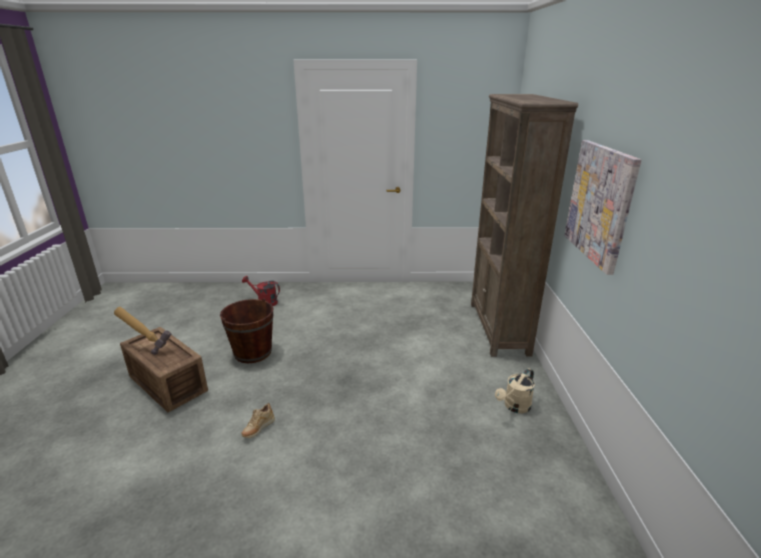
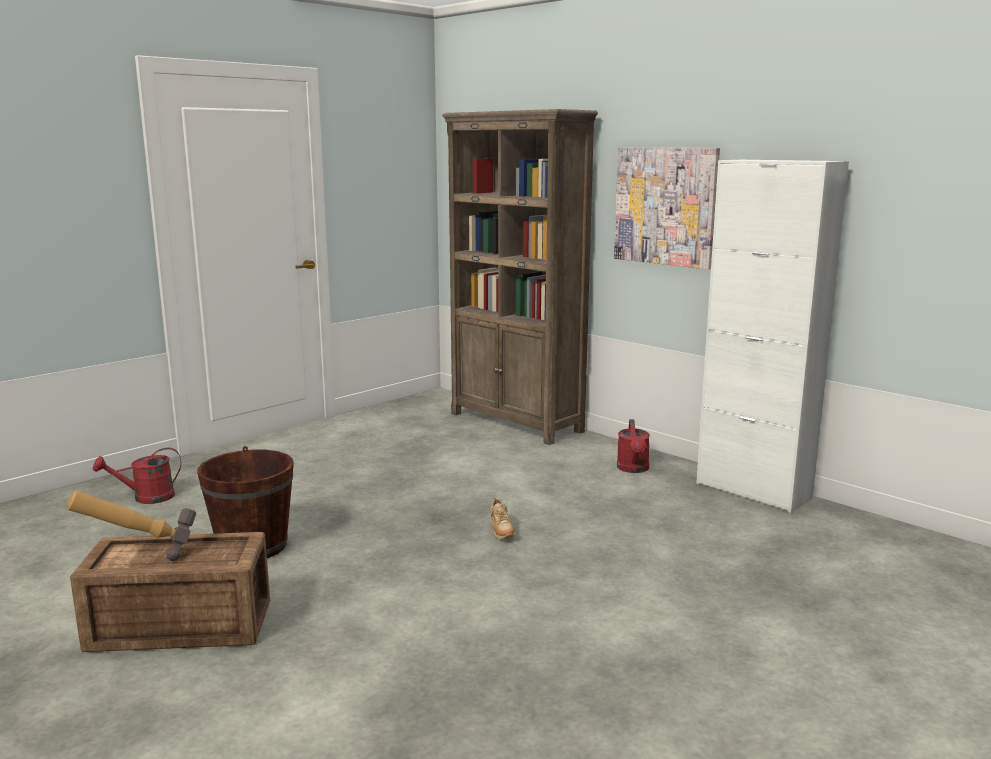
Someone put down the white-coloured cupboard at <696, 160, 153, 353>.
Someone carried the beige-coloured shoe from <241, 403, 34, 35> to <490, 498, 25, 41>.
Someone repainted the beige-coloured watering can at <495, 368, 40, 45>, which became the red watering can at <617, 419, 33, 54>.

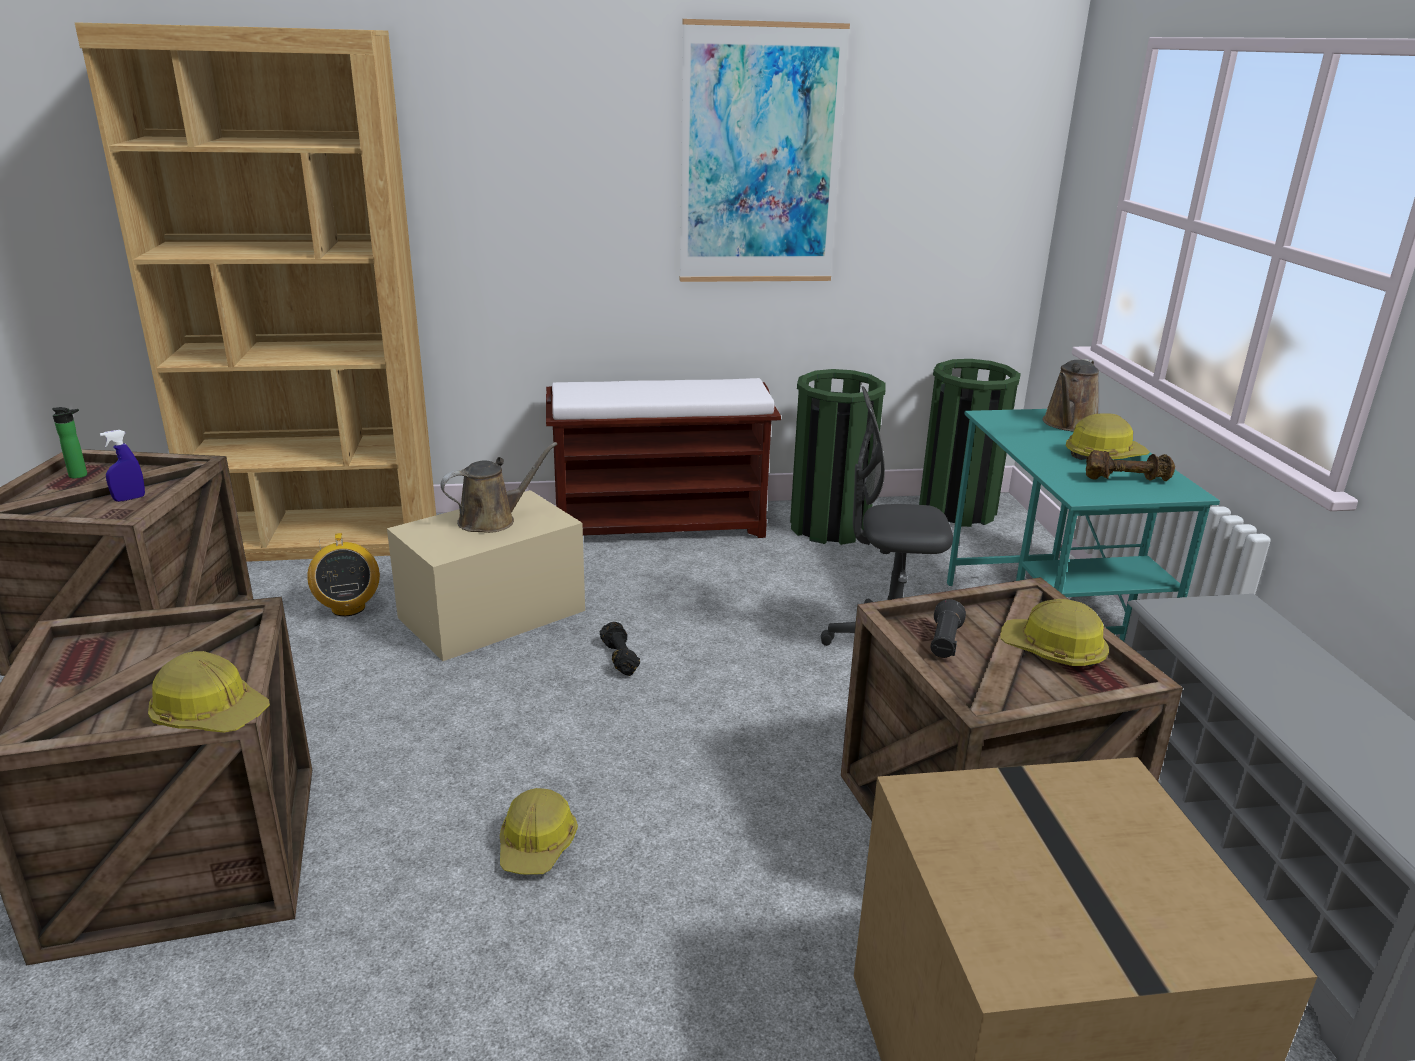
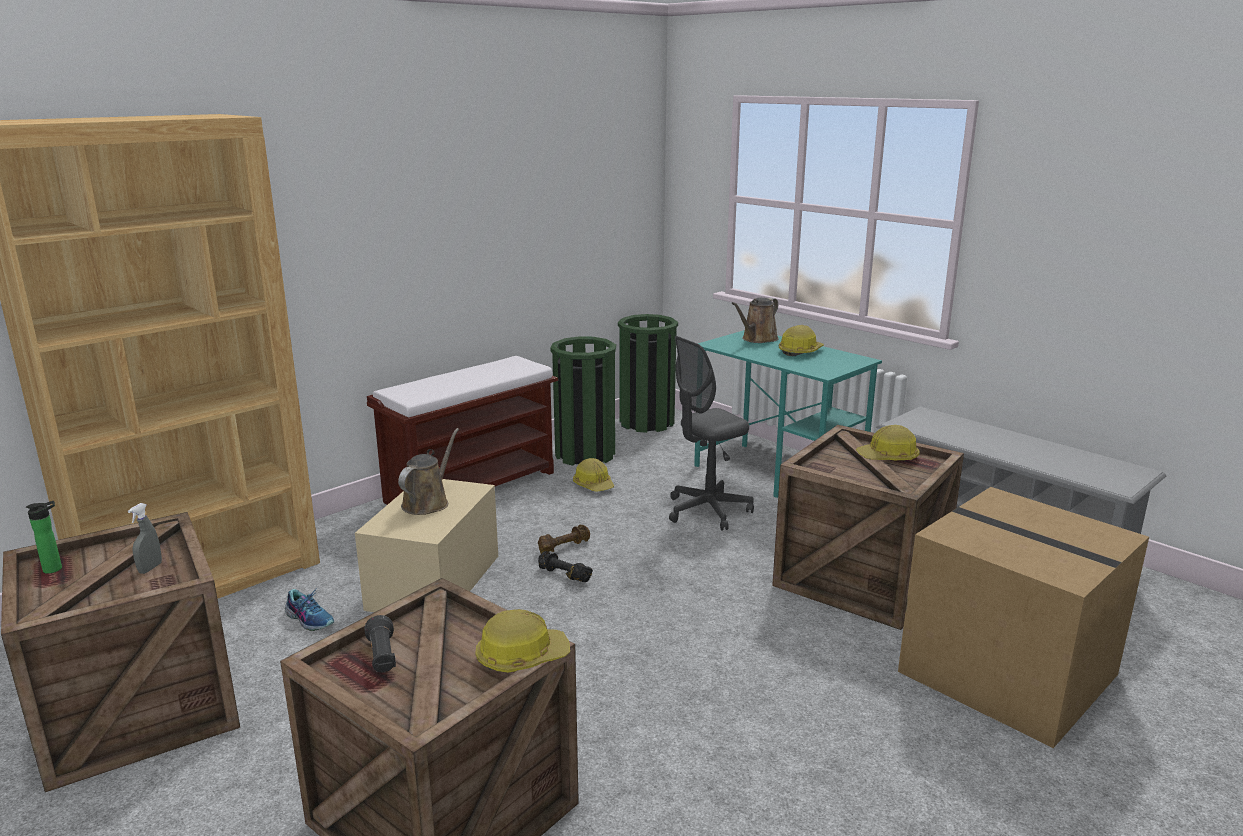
Someone took away the wall picture at <680, 19, 170, 263>.
Someone carried the work helmet from <500, 788, 78, 87> to <573, 458, 41, 34>.
Someone carried the black torch from <930, 599, 36, 59> to <365, 615, 31, 58>.
Someone carried the brown-coloured free weight from <1086, 450, 89, 31> to <538, 525, 52, 28>.
Someone swapped the radio set at <307, 533, 73, 83> for the shoe at <285, 588, 49, 43>.
Someone repainted the blue-coloured sprayer at <100, 430, 45, 72>, which became the gray sprayer at <128, 503, 34, 71>.
Someone rotated the brown-coloured watering can at <1042, 359, 57, 73> by 45 degrees clockwise.

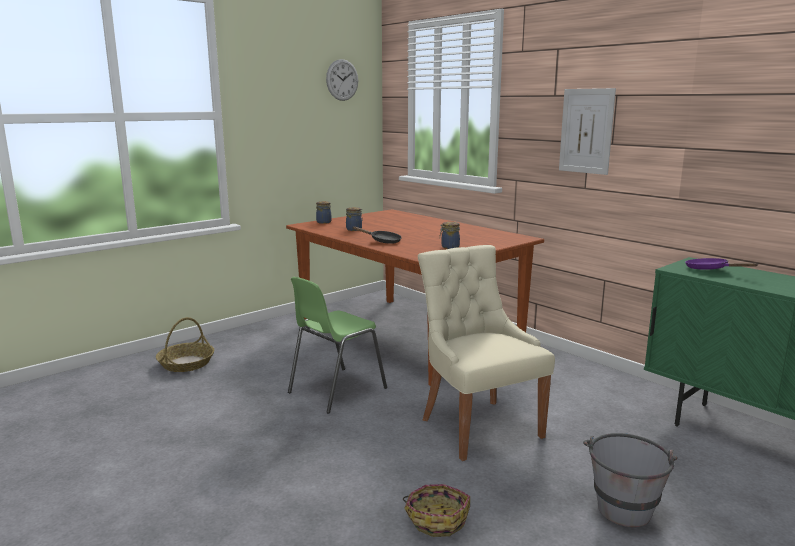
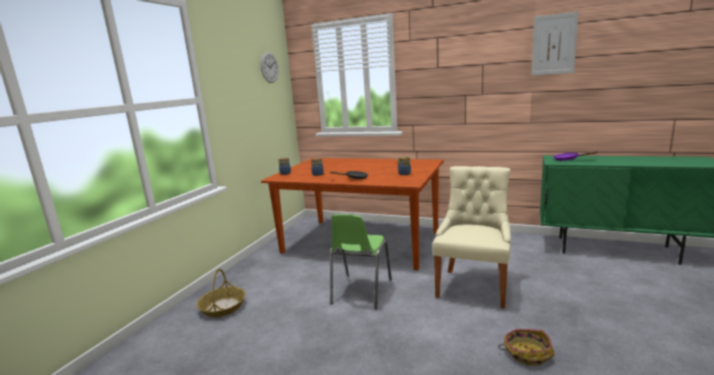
Someone took away the gray water bucket at <583, 433, 95, 94>.
Someone carried the wall picture from <559, 88, 57, 87> to <531, 11, 48, 65>.
Someone rotated the beige-coloured chair at <418, 245, 137, 216> by 75 degrees clockwise.

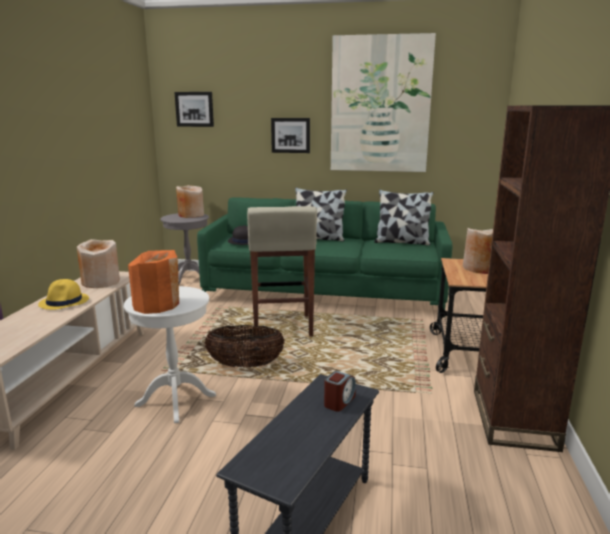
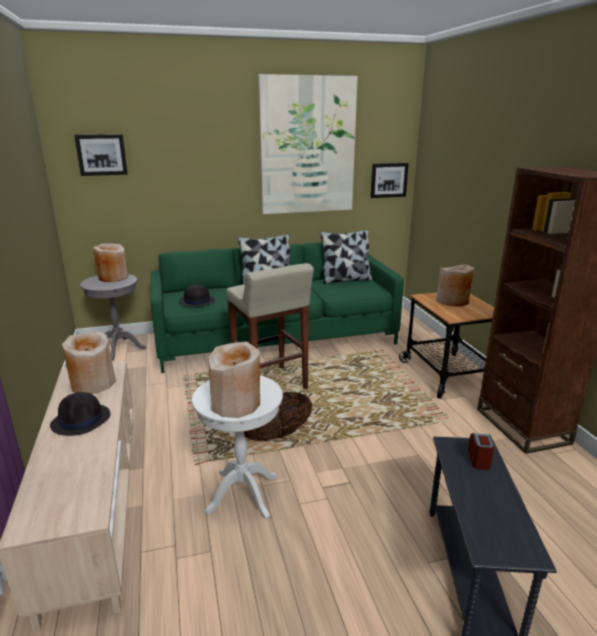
Someone carried the wall picture from <271, 118, 39, 35> to <370, 163, 39, 35>.
Someone repainted the yellow clothing hat at <38, 279, 51, 31>, which became the black clothing hat at <50, 392, 60, 44>.
Someone repainted the orangey vase at <128, 250, 51, 64>, which became the beige-coloured vase at <208, 342, 52, 76>.

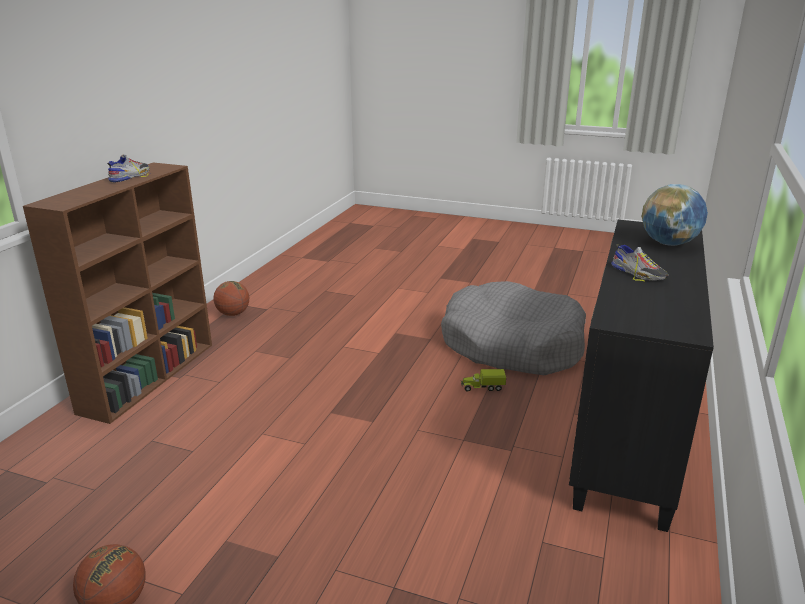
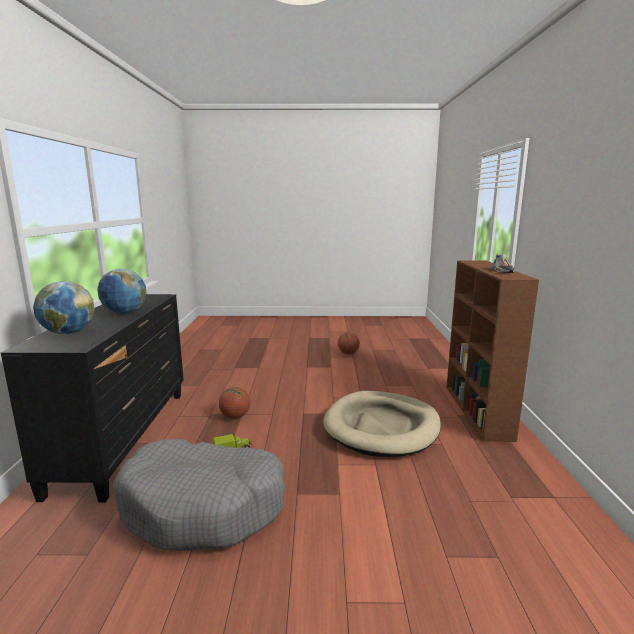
Someone put down the beige-coloured pet bed at <323, 391, 118, 66>.
Someone carried the ball for basketball from <213, 281, 36, 35> to <219, 387, 31, 32>.
Someone swapped the shoe at <611, 244, 58, 38> for the desk globe at <97, 269, 50, 45>.

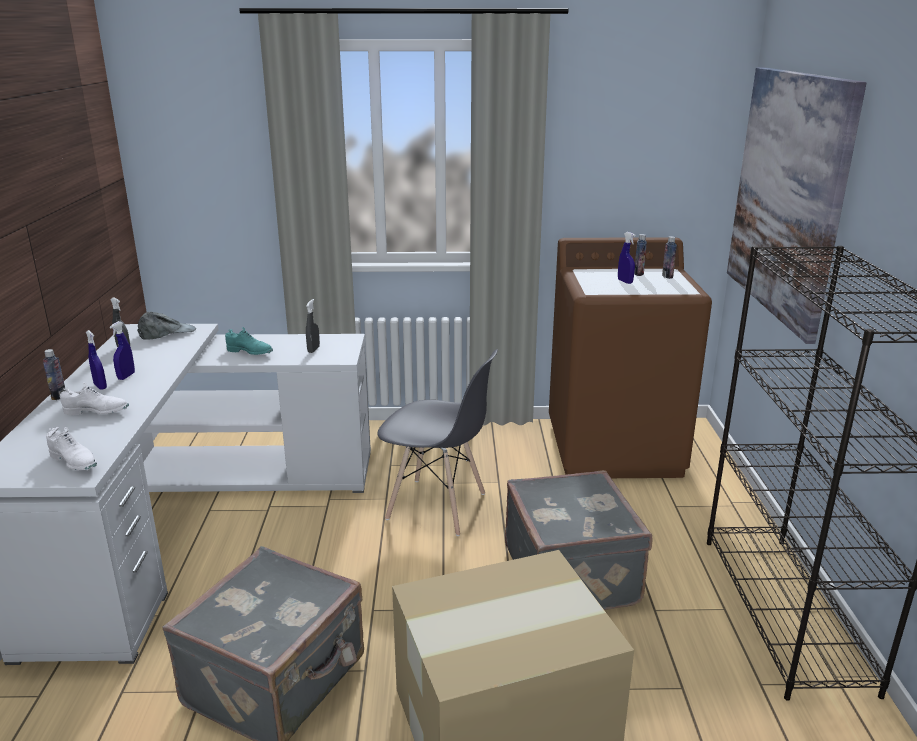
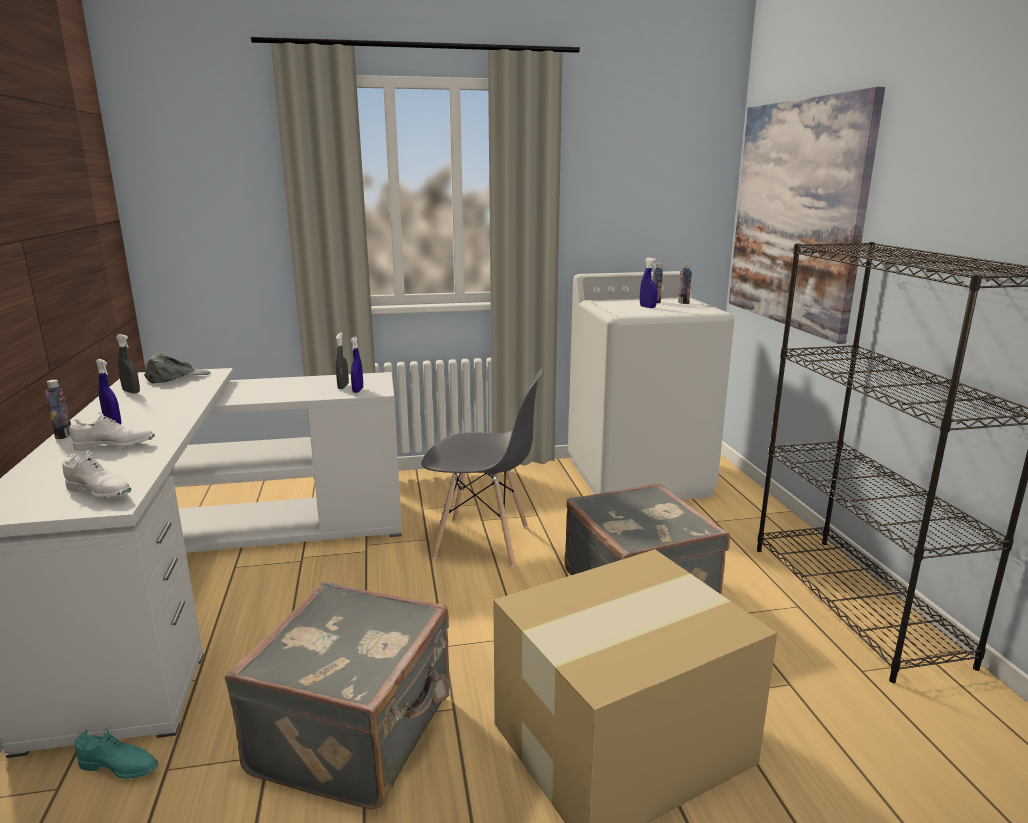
Someone carried the blue-coloured sprayer from <110, 321, 25, 59> to <351, 336, 12, 57>.
Someone carried the blue-green shoe from <225, 327, 48, 28> to <74, 729, 85, 50>.
Someone repainted the brown-coloured washing machine at <549, 237, 163, 241>, which became the white-coloured washing machine at <568, 271, 166, 229>.

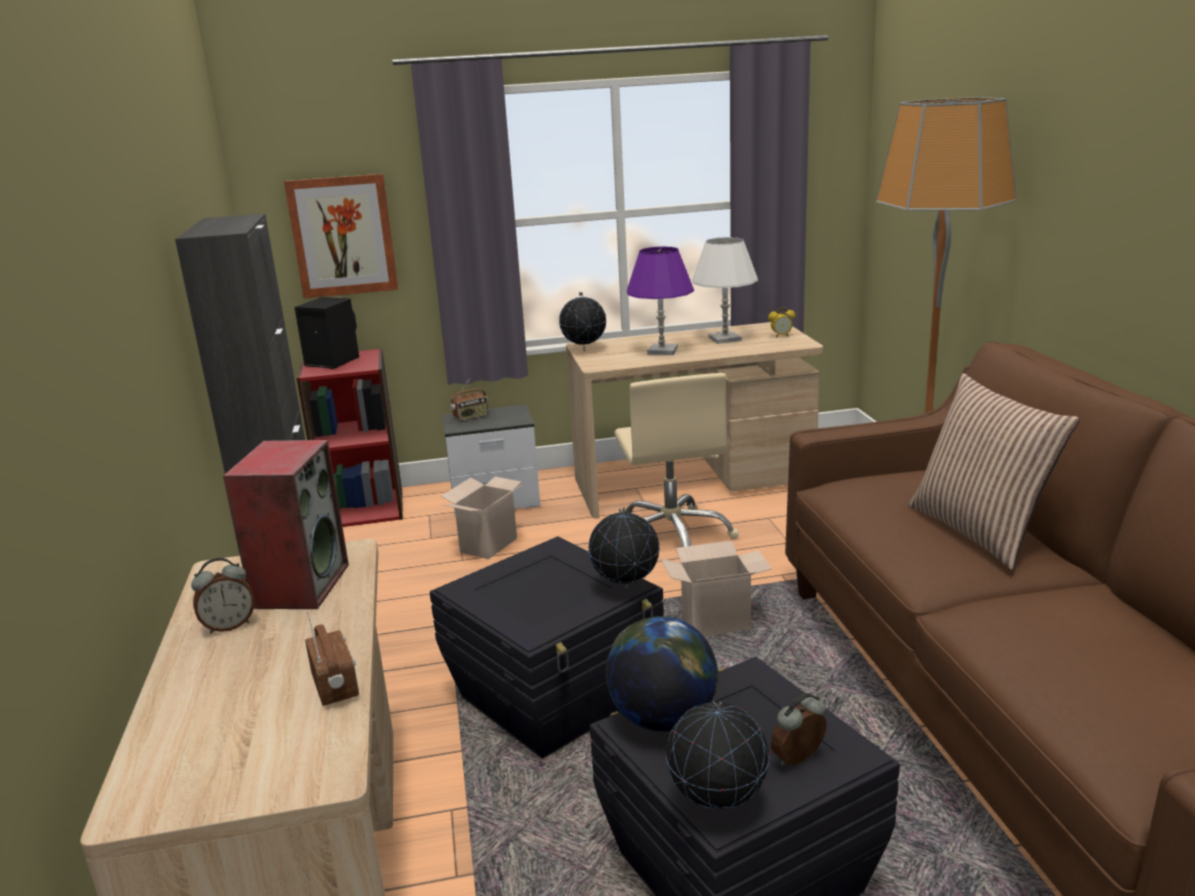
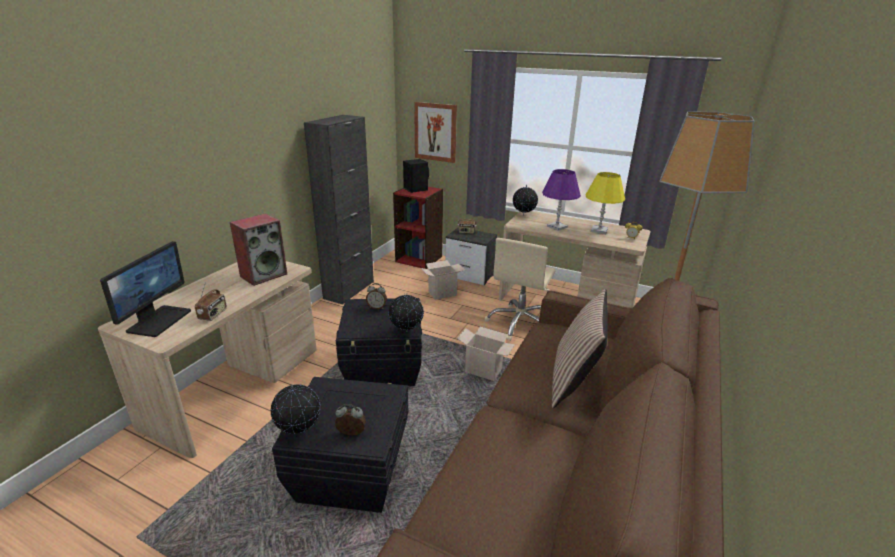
Someone took away the desk globe at <606, 616, 112, 116>.
Someone put down the monitor at <100, 241, 91, 96>.
Someone carried the table clock from <191, 558, 64, 76> to <366, 283, 21, 26>.
Someone repainted the white-coloured tabletop lamp at <692, 237, 66, 107>, which became the yellow tabletop lamp at <586, 172, 39, 62>.

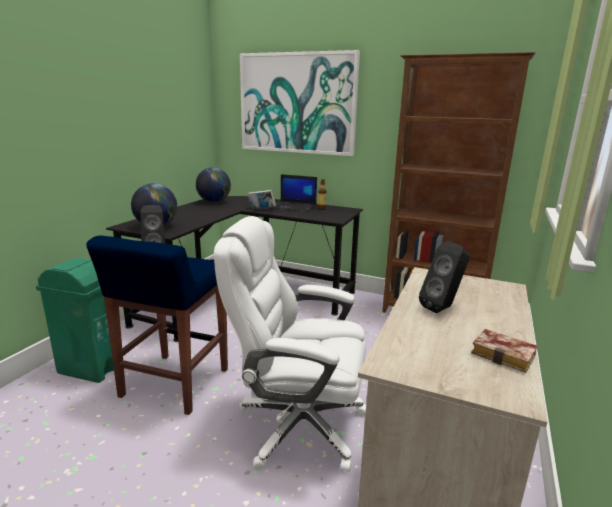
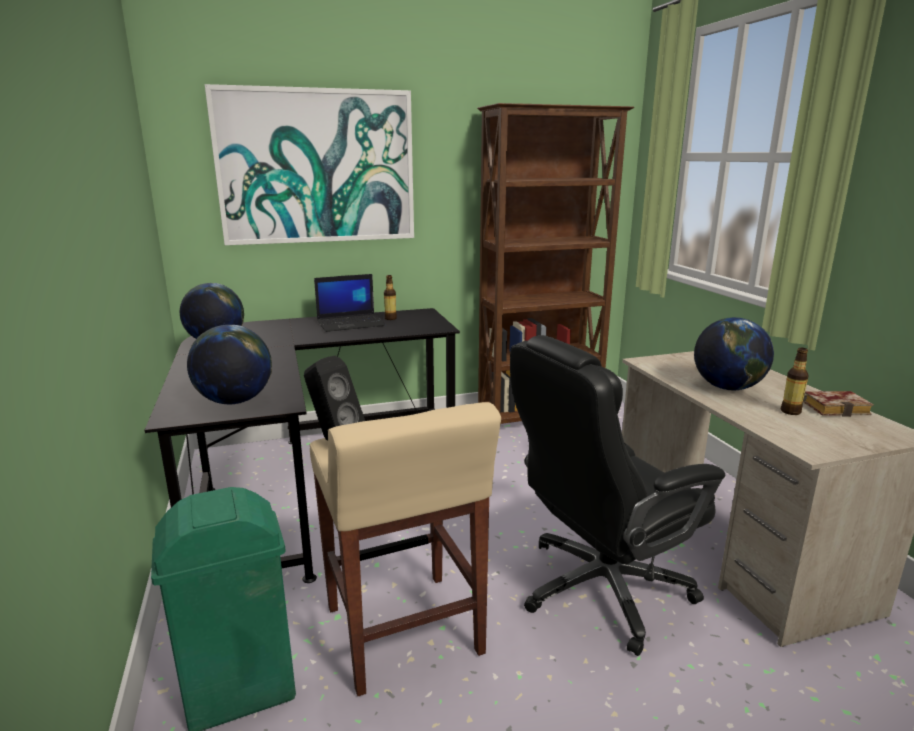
Someone took away the book at <248, 190, 28, 19>.
Someone put down the drink bottle at <781, 348, 28, 67>.
Someone swapped the black loudspeaker at <419, 241, 51, 72> for the desk globe at <694, 317, 80, 74>.
Someone repainted the blue-coloured stool seat at <86, 236, 142, 179>, which became the beige-coloured stool seat at <310, 402, 191, 294>.
Someone repainted the white-coloured computer chair at <214, 216, 152, 256>, which became the black computer chair at <510, 335, 215, 321>.

